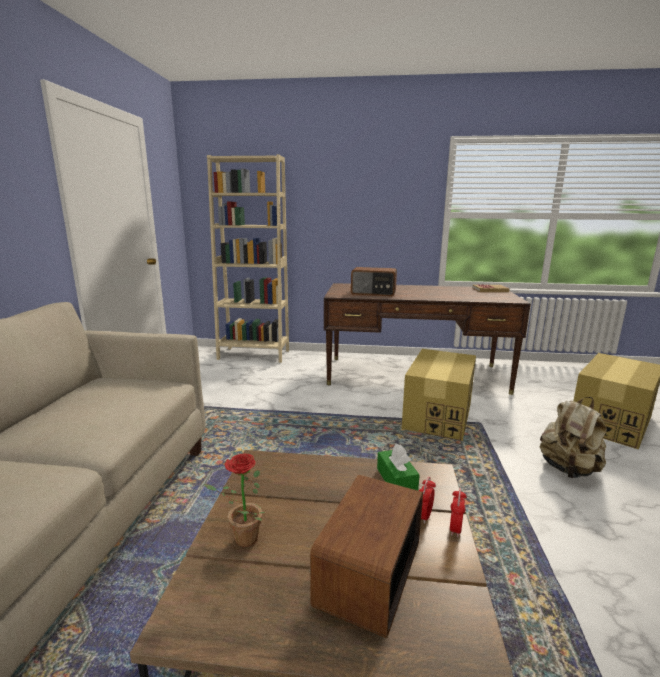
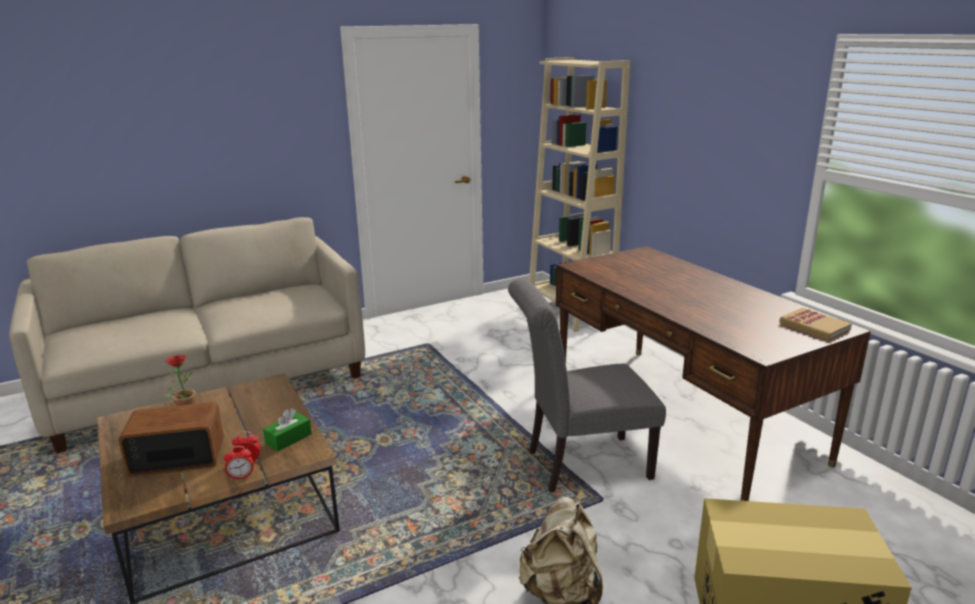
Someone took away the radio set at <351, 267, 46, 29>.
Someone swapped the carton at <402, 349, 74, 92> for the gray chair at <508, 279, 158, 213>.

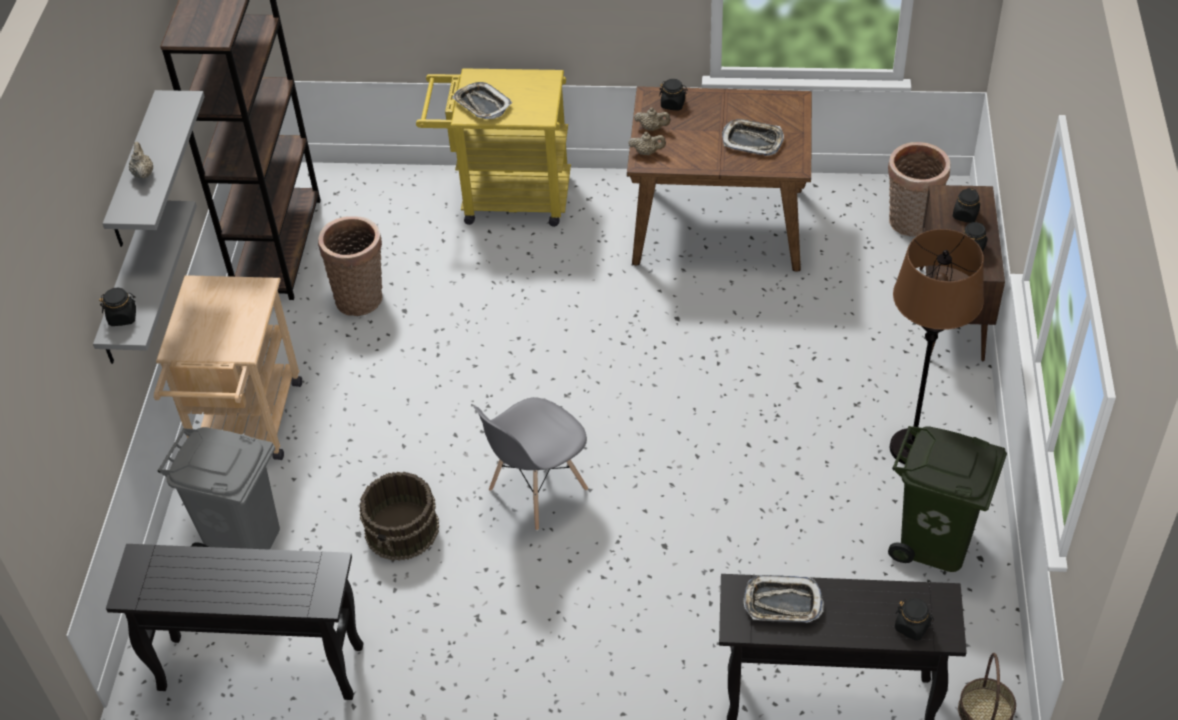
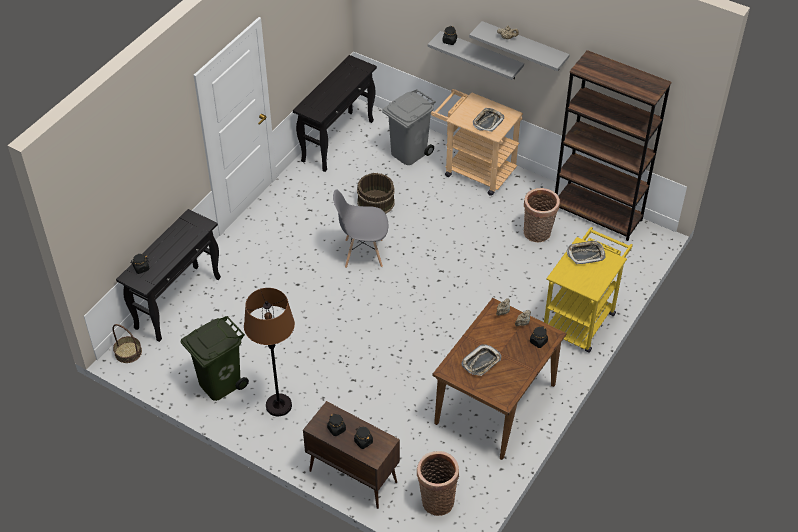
Someone carried the carrying tray from <743, 575, 81, 48> to <473, 108, 31, 24>.
Someone rotated the gray chair at <474, 397, 114, 134> by 75 degrees counterclockwise.

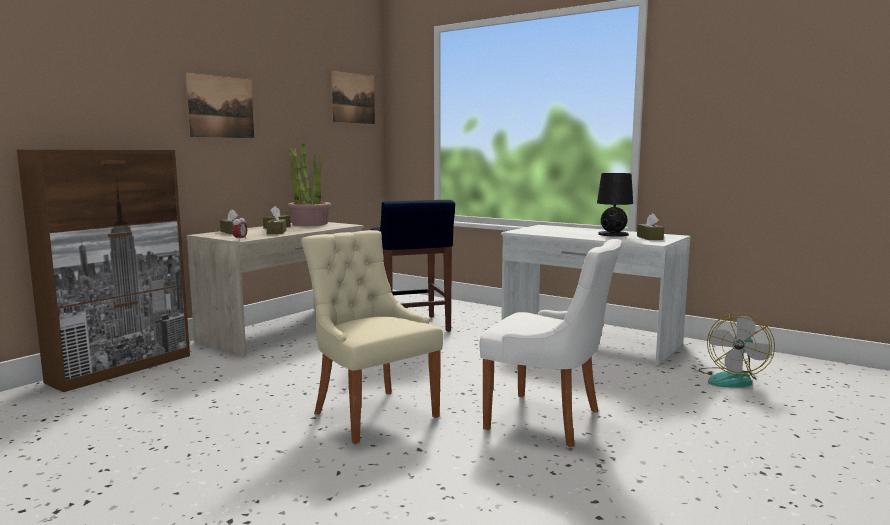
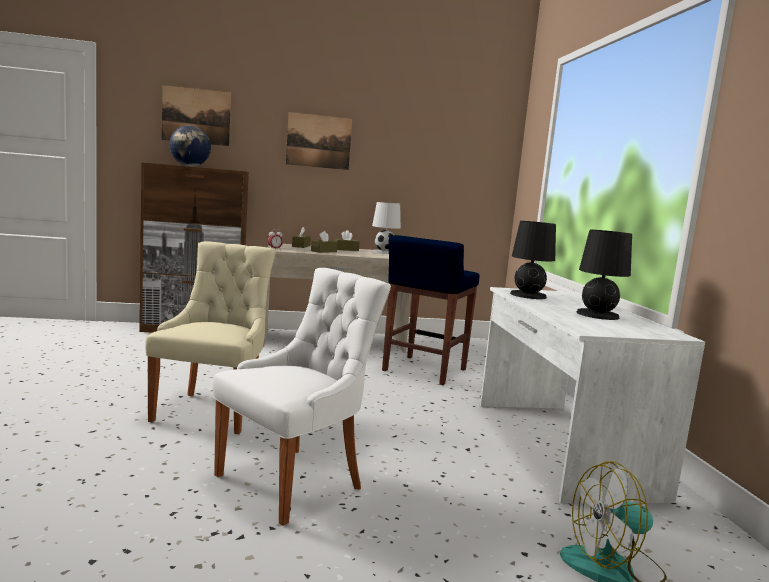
Someone took away the brown-coloured box of tissues at <637, 213, 27, 27>.
Someone put down the desk globe at <169, 126, 42, 40>.
Someone put down the black tabletop lamp at <510, 221, 46, 78>.
Someone carried the wall picture from <331, 70, 44, 54> to <162, 85, 69, 61>.
Someone swapped the houseplant at <288, 144, 43, 82> for the white-coloured tabletop lamp at <372, 202, 29, 52>.
Someone rotated the white-coloured chair at <479, 239, 143, 208> by 120 degrees counterclockwise.

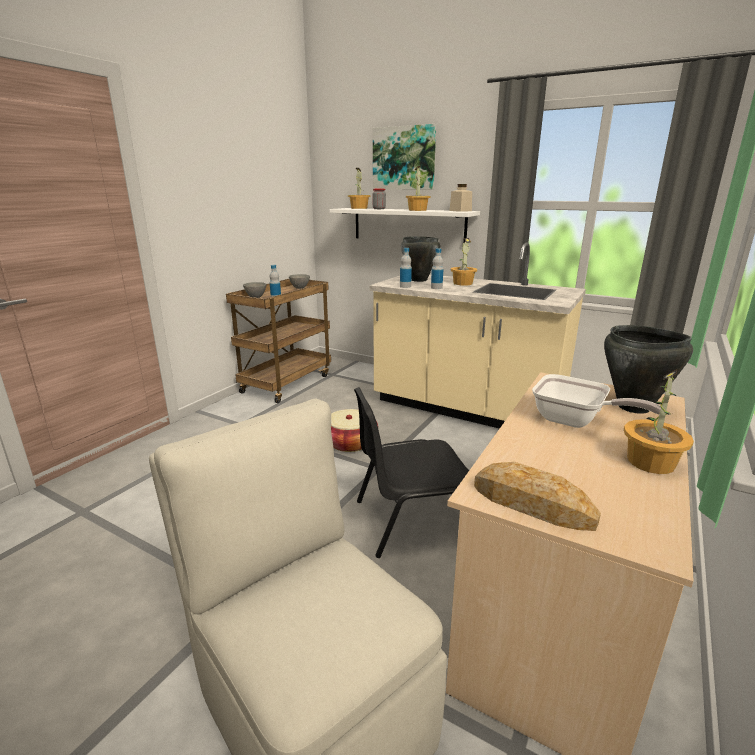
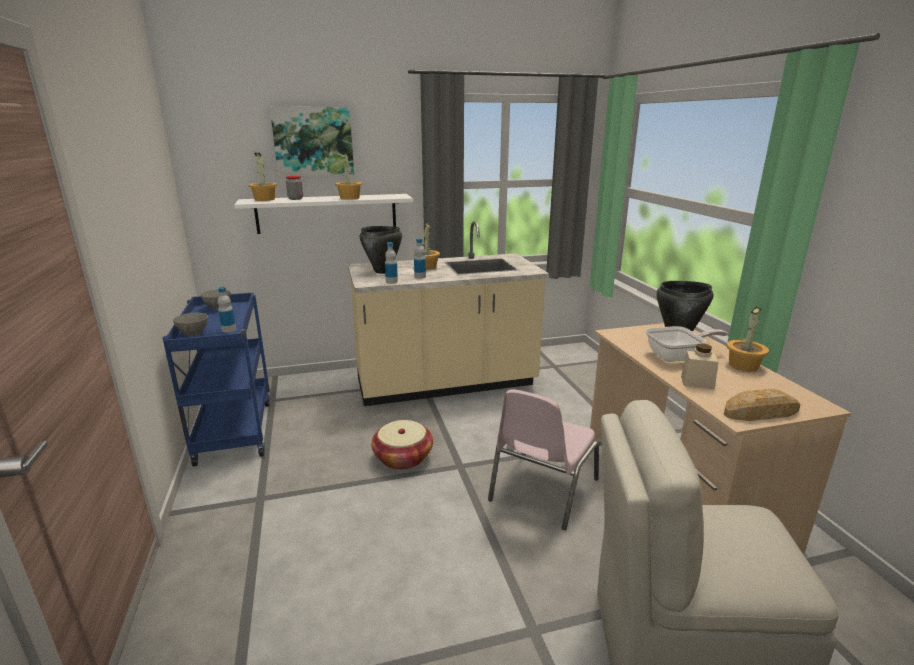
Someone carried the beige-coloured preserve jar from <449, 184, 23, 28> to <681, 344, 38, 46>.
Someone repainted the brown-coloured cart at <226, 279, 105, 124>, which became the blue-coloured cart at <163, 292, 107, 174>.
Someone repainted the black chair at <354, 387, 115, 171>, which became the pink chair at <488, 389, 111, 141>.

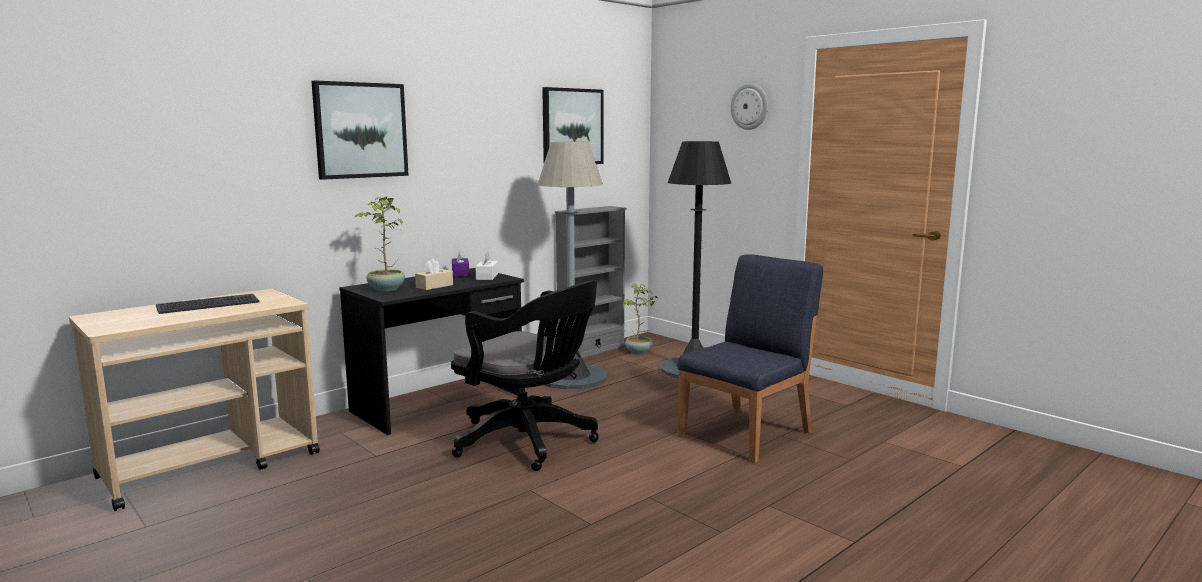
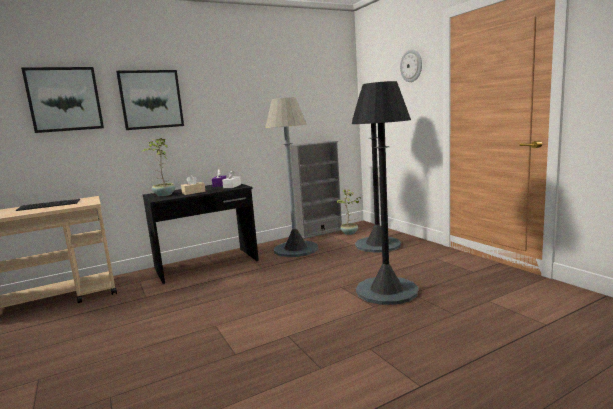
Someone took away the black computer chair at <451, 280, 148, 191>.
Someone carried the wall picture from <542, 87, 62, 77> to <21, 67, 83, 66>.
Someone swapped the blue-coloured chair at <678, 254, 145, 209> for the black standing lamp at <352, 81, 66, 224>.

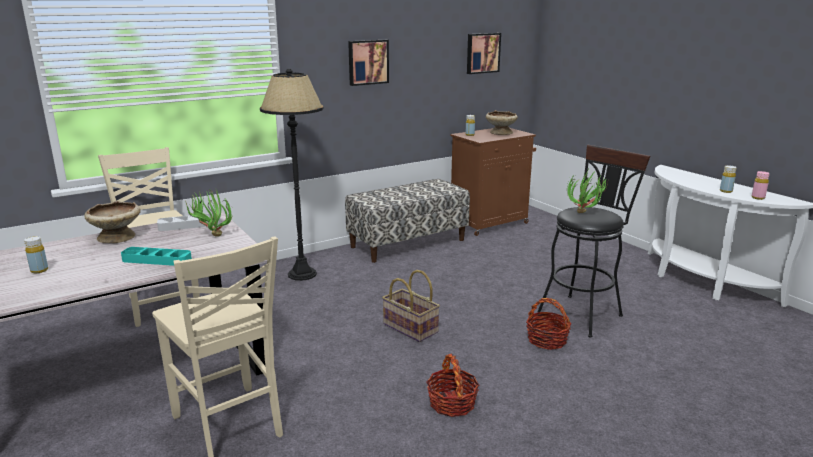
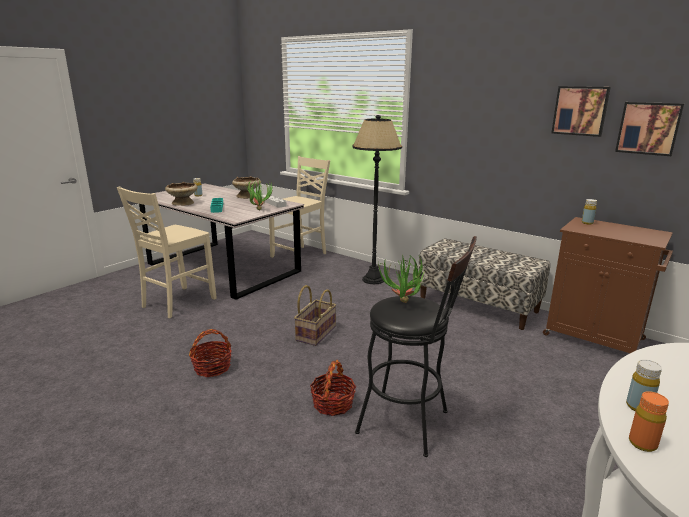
Someone carried the wall picture from <348, 40, 41, 46> to <551, 86, 60, 51>.
Someone carried the beige-coloured deep dish from <485, 110, 33, 25> to <165, 182, 33, 24>.
Someone repainted the pink drink bottle at <752, 171, 17, 29>, which became the orangey drink bottle at <629, 391, 40, 61>.

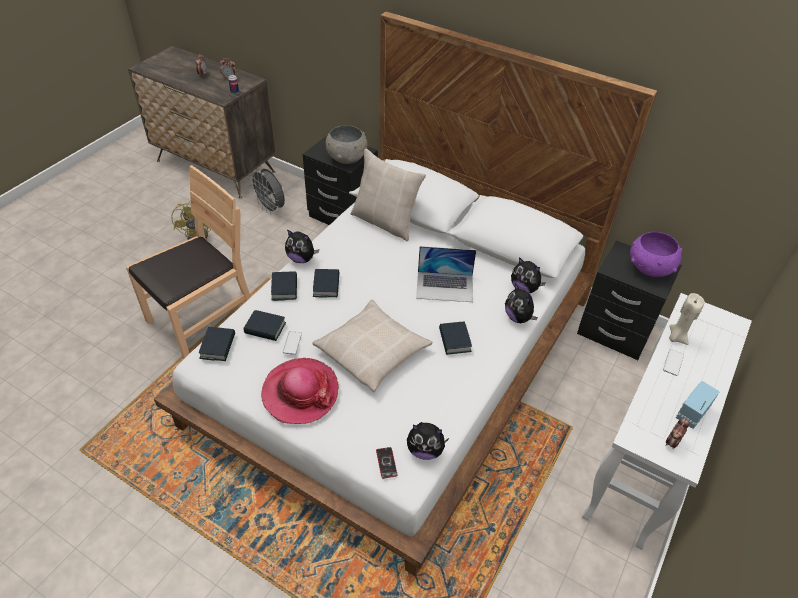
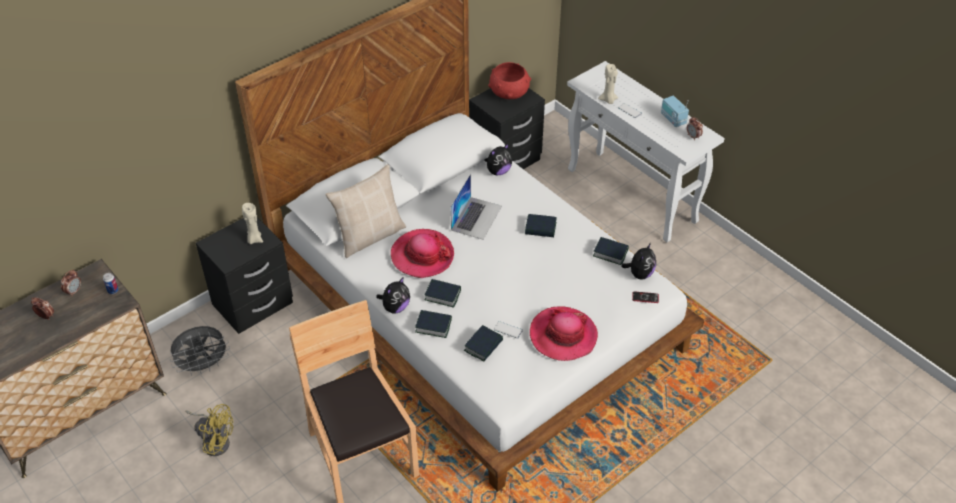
Someone took away the beige-coloured throw pillow at <313, 300, 119, 92>.
Someone took away the soft toy at <505, 283, 33, 40>.
Someone put down the clothing hat at <391, 229, 63, 49>.
Someone carried the book from <199, 327, 36, 34> to <593, 237, 36, 28>.
Someone swapped the gray deep dish at <326, 125, 41, 39> for the beige-coloured wax candle at <242, 203, 21, 41>.
Someone repainted the purplish deep dish at <630, 232, 53, 45>, which became the red deep dish at <488, 62, 43, 37>.

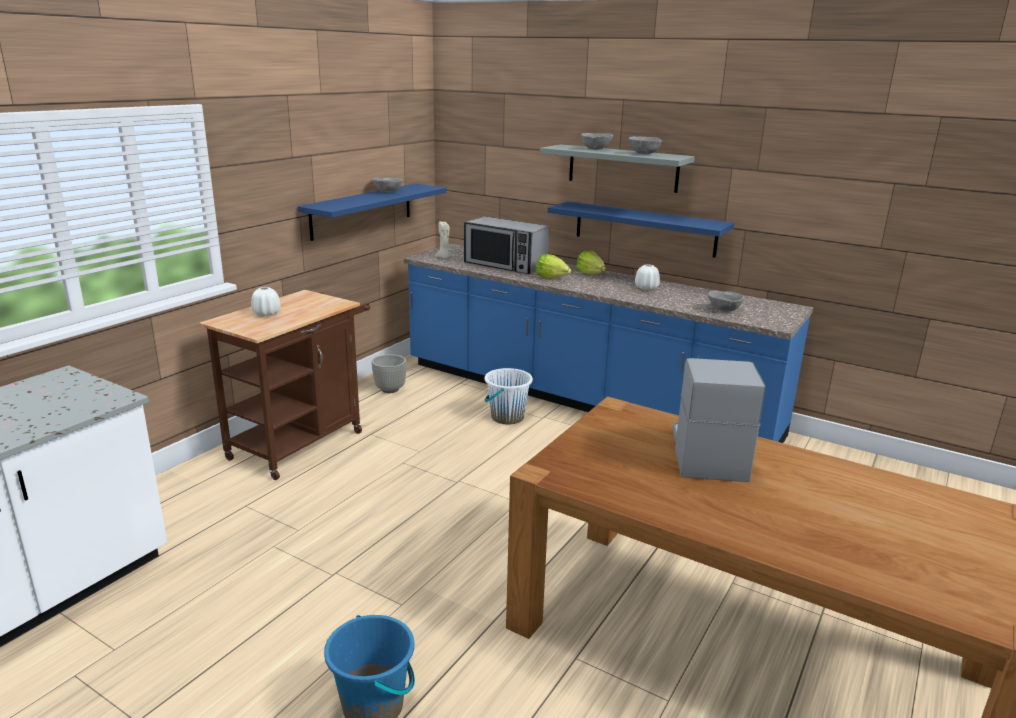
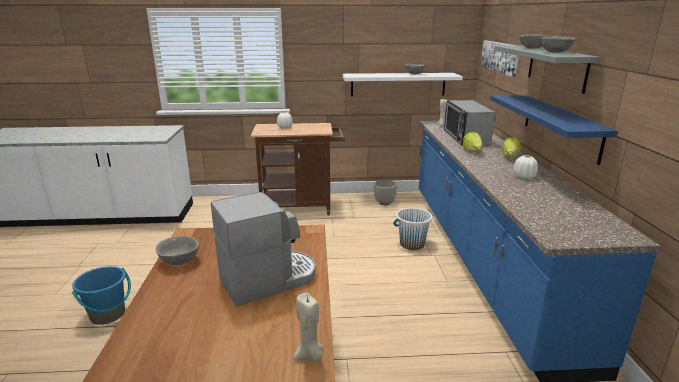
Someone put down the beige-coloured wax candle at <293, 293, 30, 69>.
Someone put up the wall picture at <481, 41, 38, 36>.
Someone carried the gray deep dish from <708, 291, 36, 21> to <156, 236, 43, 29>.
Someone repainted the blue-coloured shelf at <297, 183, 150, 58>, which became the white-coloured shelf at <343, 73, 120, 23>.

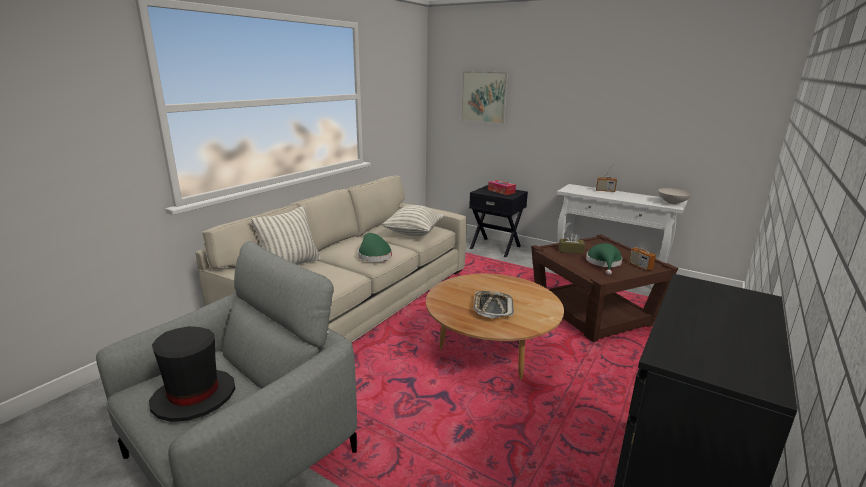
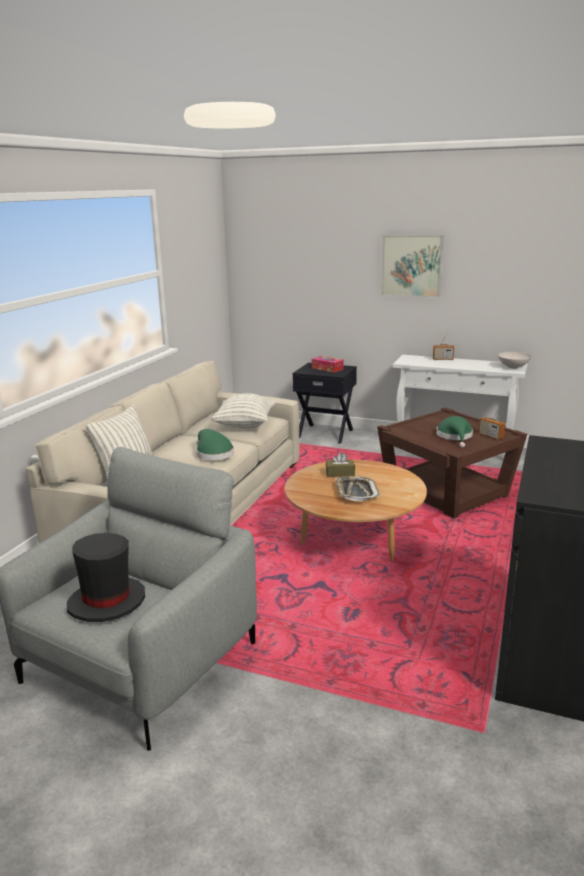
Someone carried the wall picture from <461, 71, 47, 53> to <381, 235, 63, 63>.
Someone carried the brown-coloured box of tissues from <559, 232, 26, 22> to <326, 452, 29, 25>.

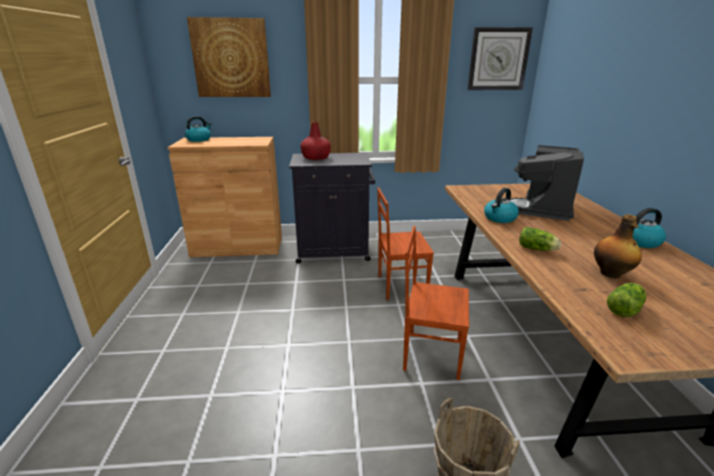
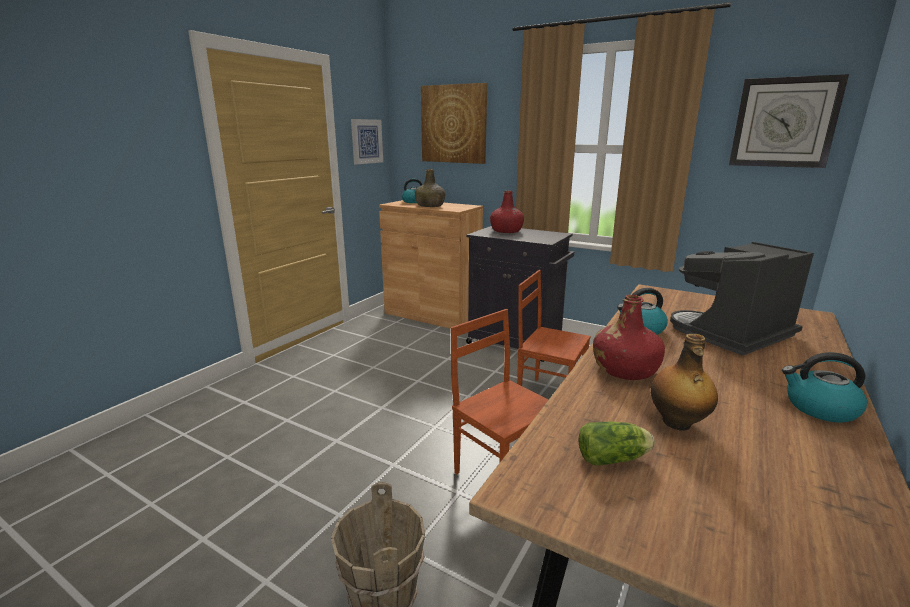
Someone put up the wall picture at <351, 119, 32, 45>.
Someone put down the greenish drink bottle at <415, 169, 30, 38>.
Someone swapped the lettuce at <519, 227, 42, 24> for the red drink bottle at <593, 295, 72, 85>.

